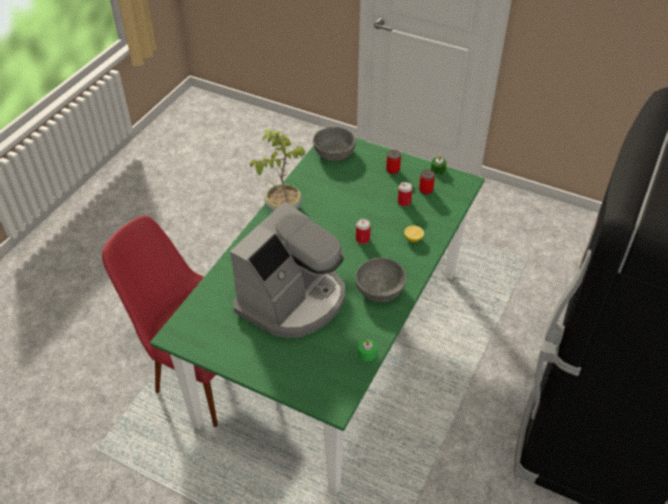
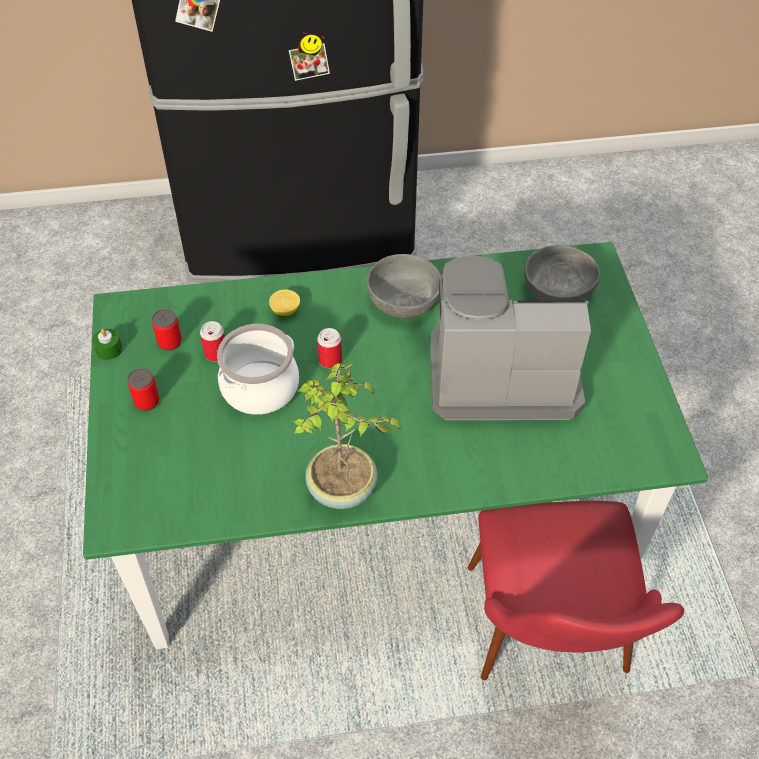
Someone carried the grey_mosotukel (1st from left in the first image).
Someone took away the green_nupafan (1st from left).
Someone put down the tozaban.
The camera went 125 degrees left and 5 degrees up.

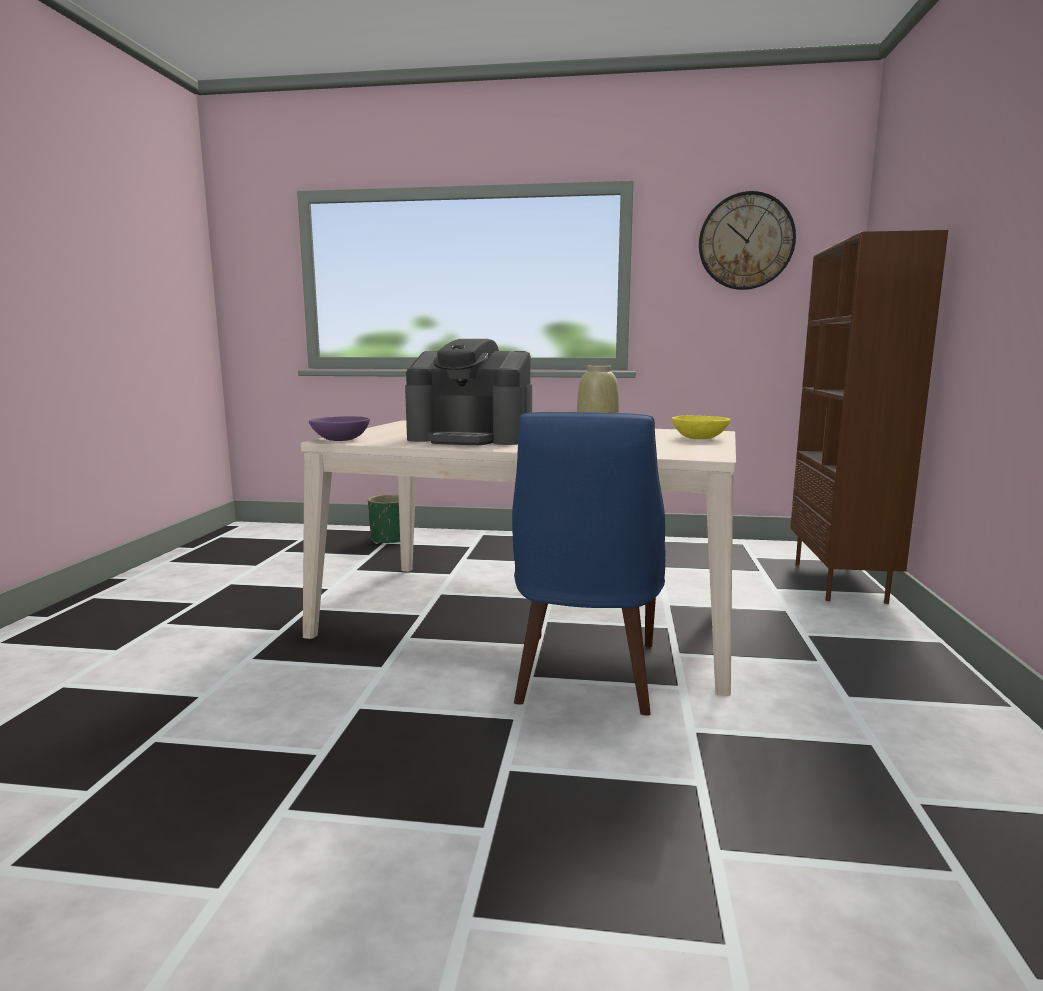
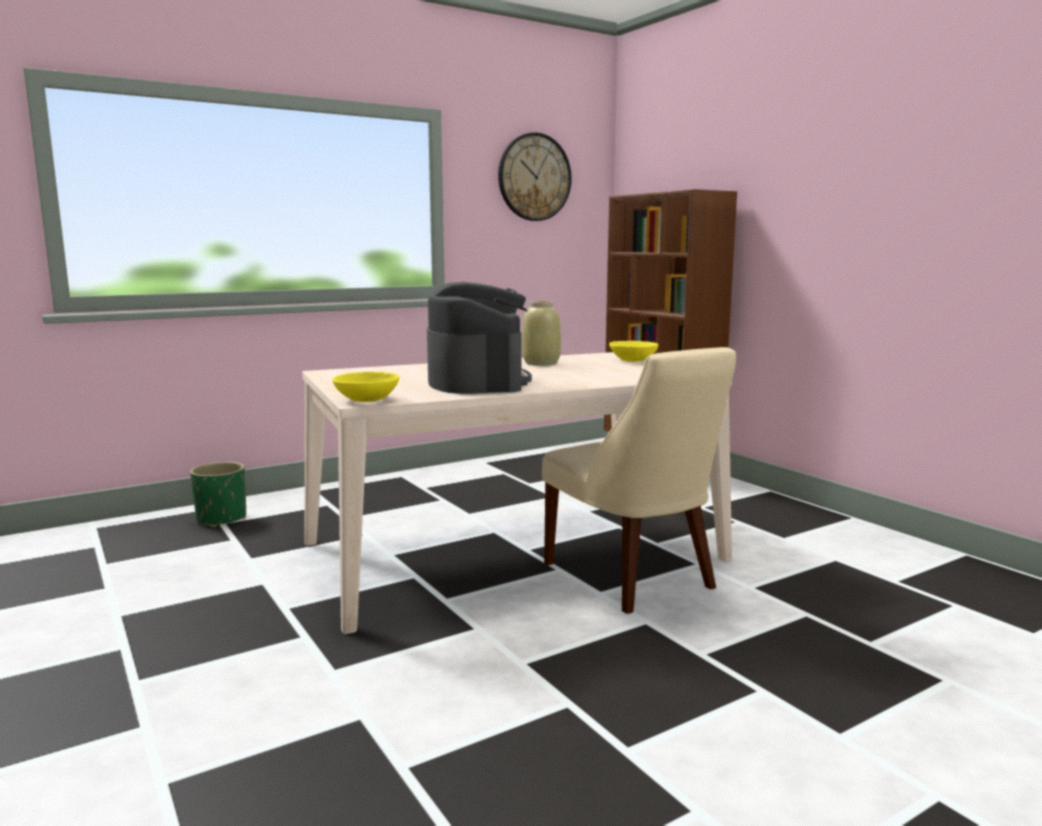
Someone repainted the purple_mosotukel, which became the yellow_mosotukel (1st from left).
Someone rotated the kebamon by 75 degrees counterclockwise.
Someone repainted the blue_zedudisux, which became the beige_zedudisux.
The camera went 40 degrees left and 0 degrees up.

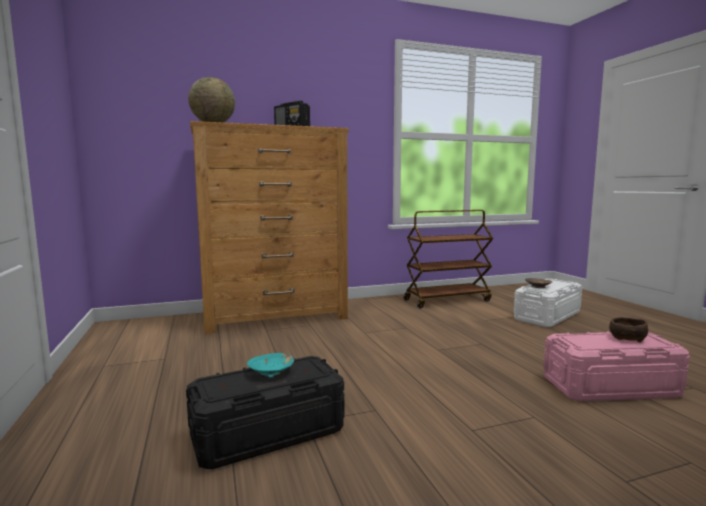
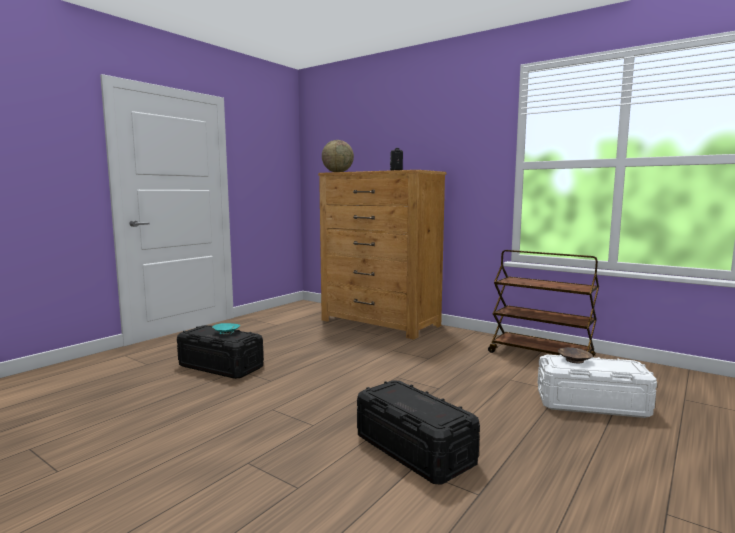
Someone repainted the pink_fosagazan, which became the black_fosagazan (2nd from left).
Someone took away the brown_mosotukel (2nd from left).
The camera went 55 degrees right and 0 degrees up.

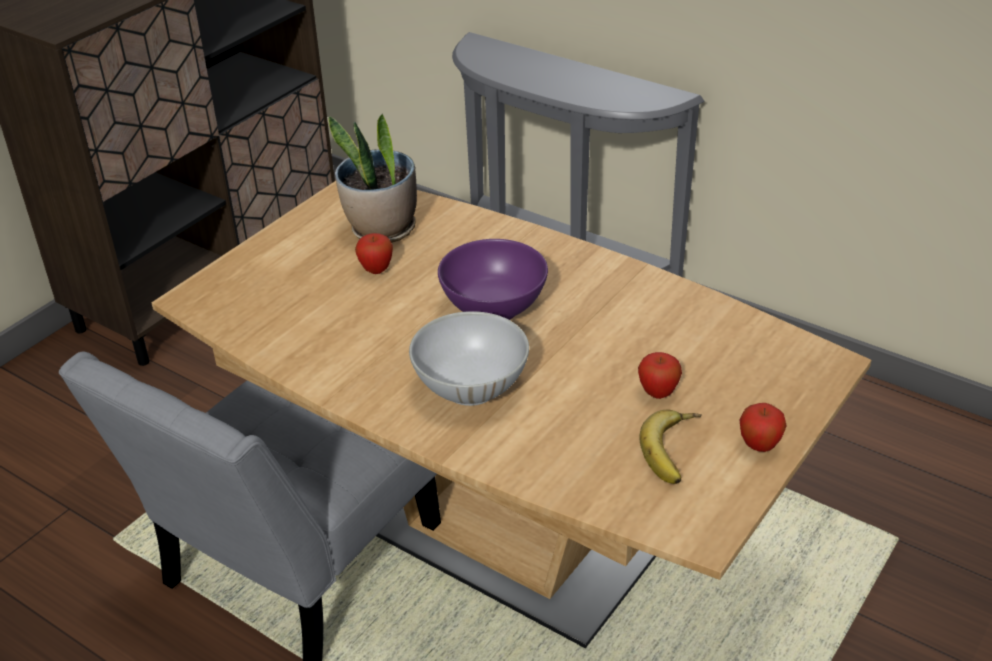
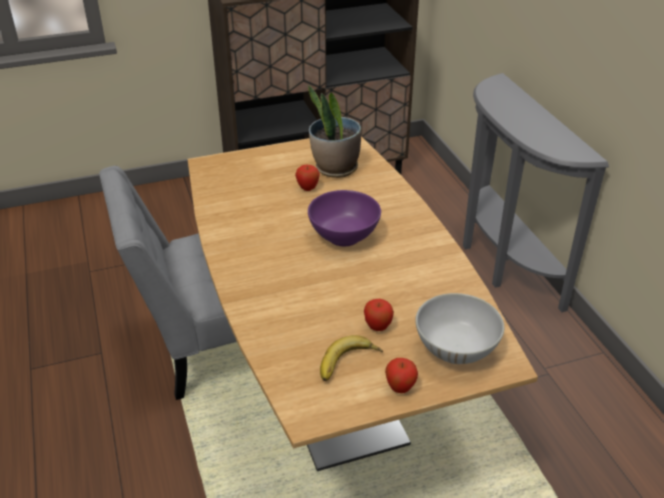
Someone carried the white_mosotukel.
The camera went 35 degrees right and 0 degrees up.

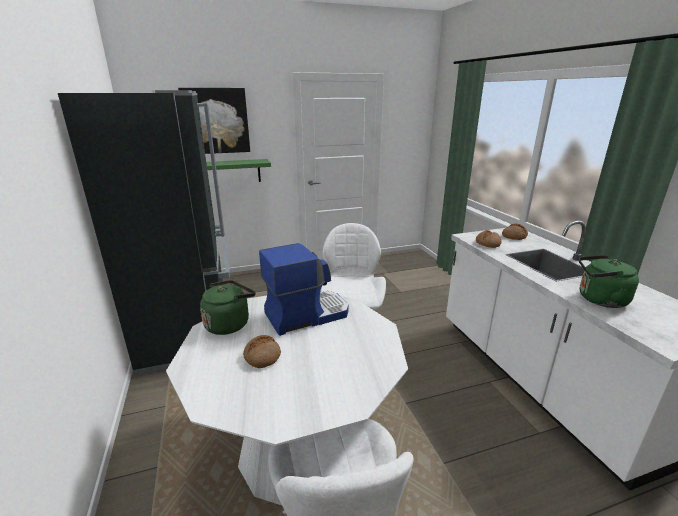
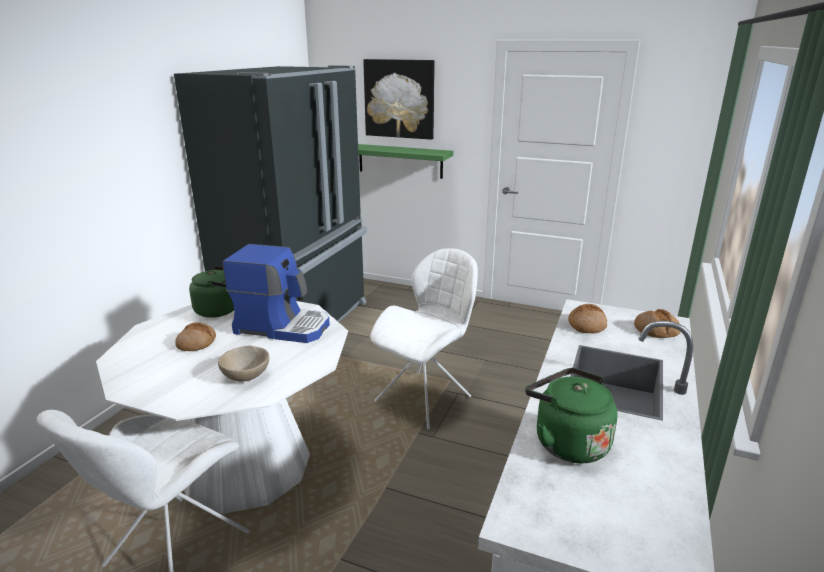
Someone put down the beige_mosotukel.
The camera went 40 degrees right and 0 degrees up.

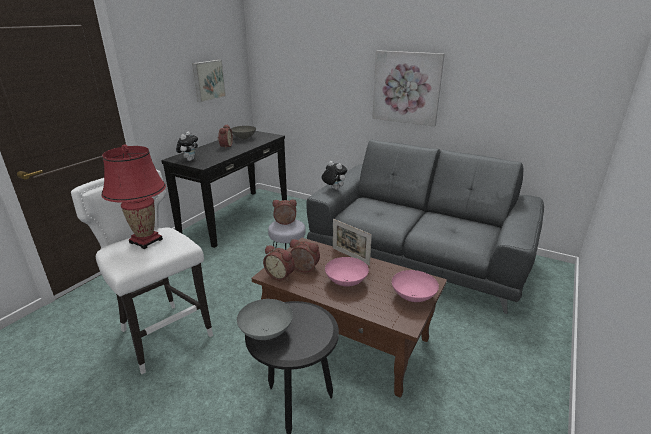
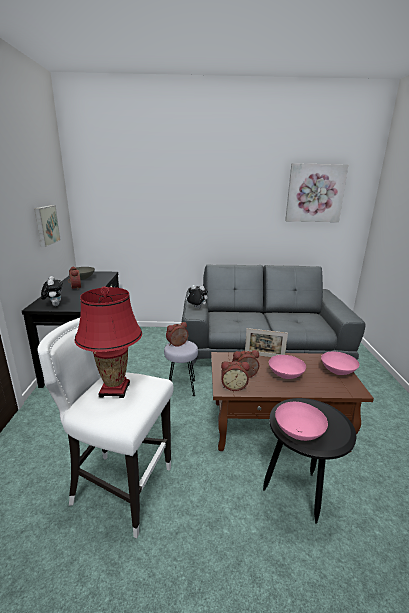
Someone repainted the grey_mosotukel (2nd from left), which became the pink_mosotukel (2nd from left).
Someone carried the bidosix (2nd from left).
The camera went 30 degrees left and 5 degrees down.

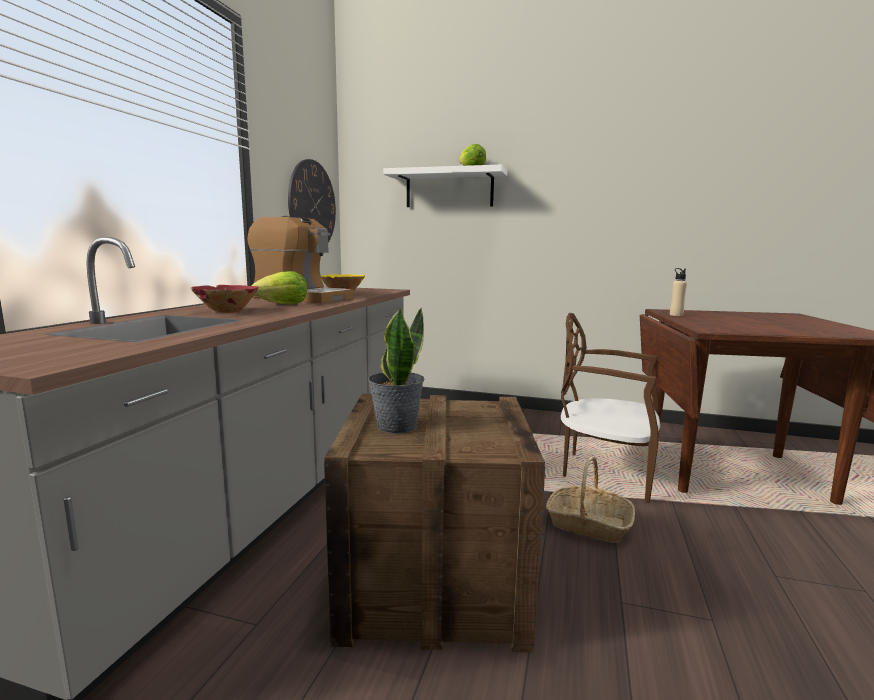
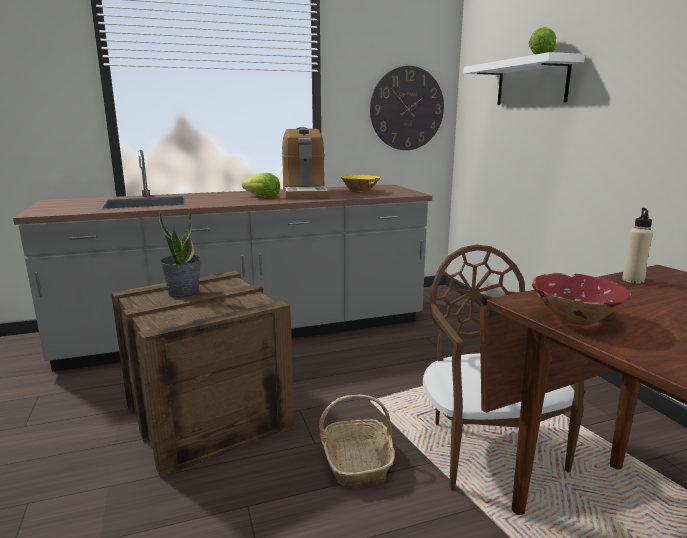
Someone carried the red_mosotukel.
The camera went 55 degrees right and 5 degrees up.

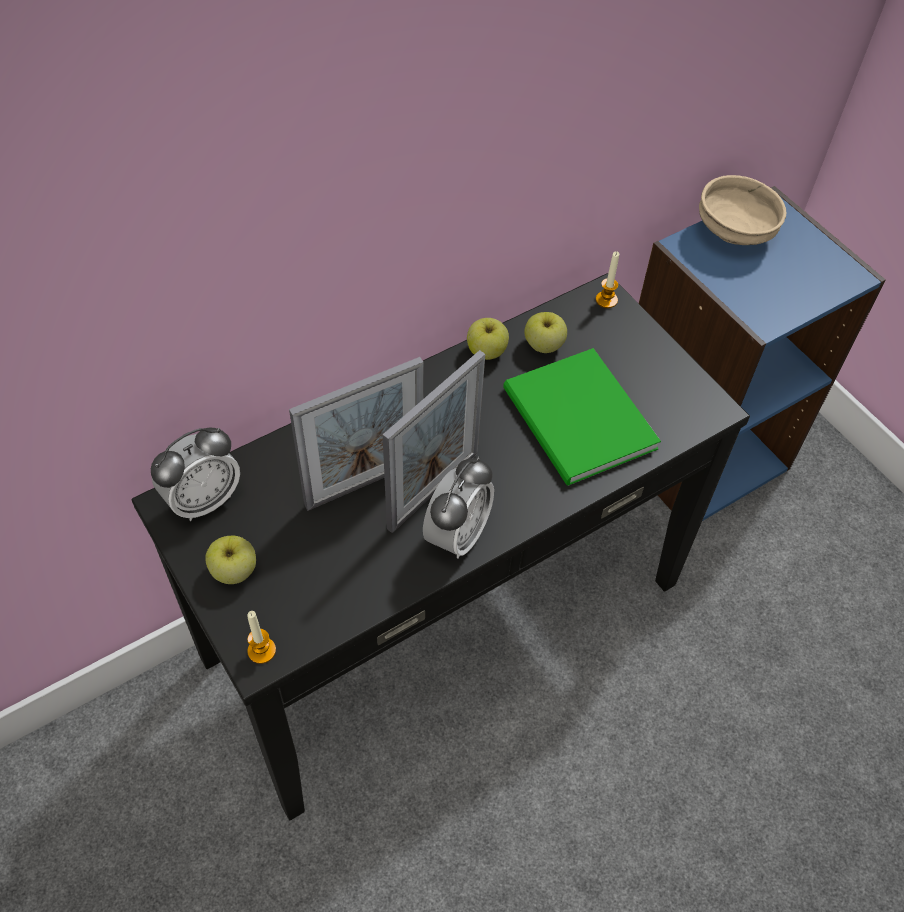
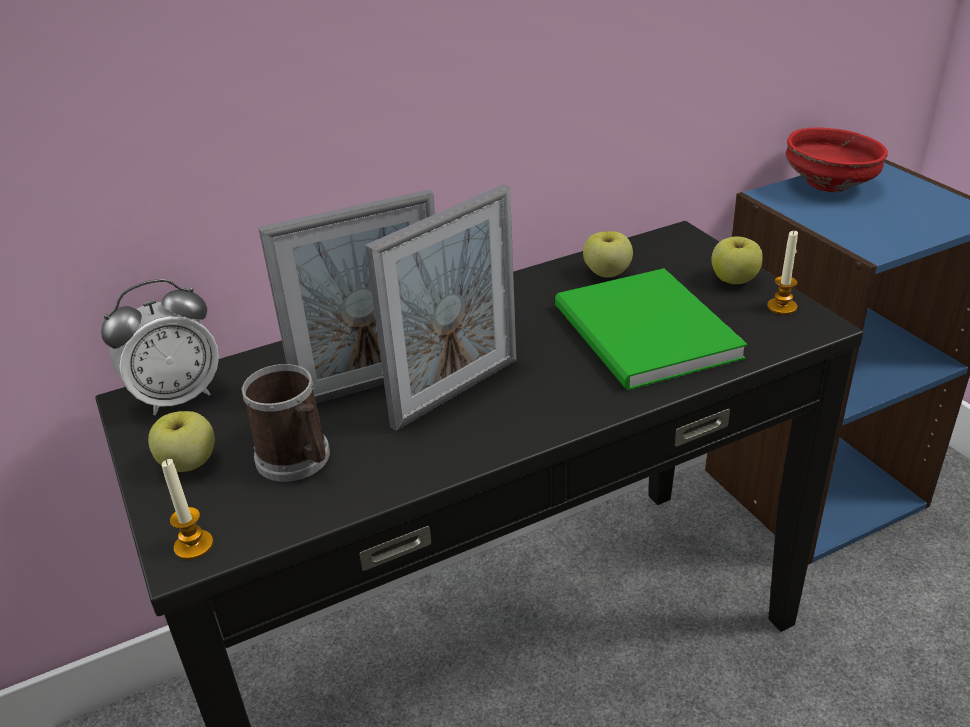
Someone took away the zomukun (2nd from left).
Someone carried the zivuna (2nd from left in the first image).
Someone carried the nupafan (2nd from left).
Someone repainted the beige_mosotukel, which became the red_mosotukel.
Someone put down the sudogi.
The camera went 10 degrees right and 20 degrees down.

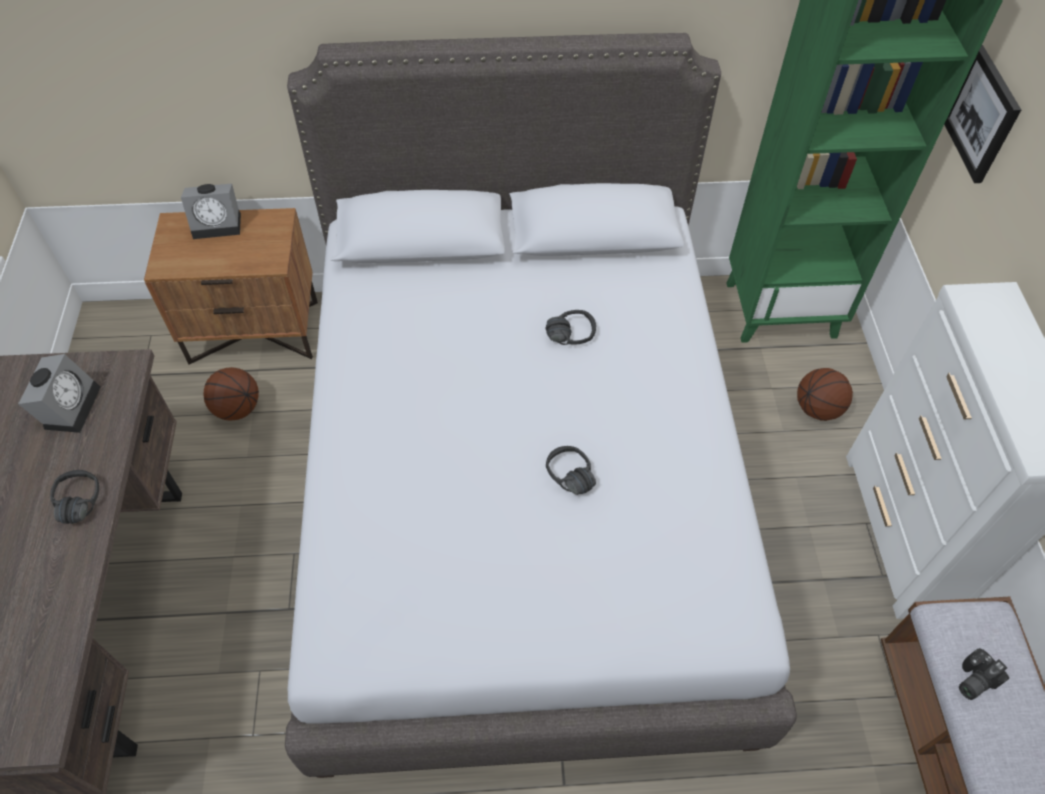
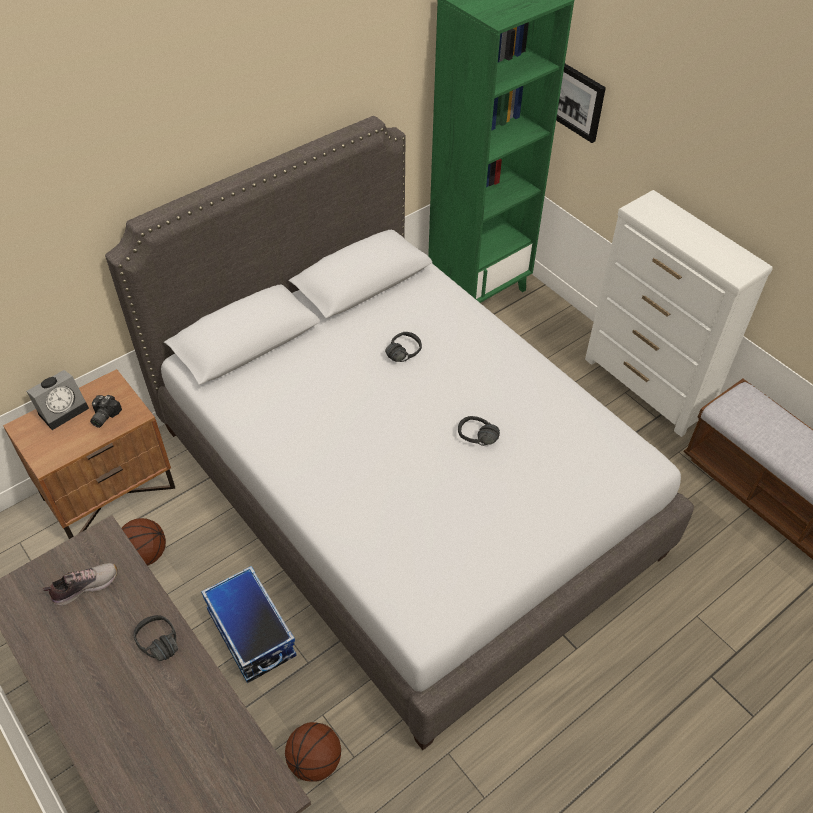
Someone swapped the zomukun (1st from left) for the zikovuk.
Someone carried the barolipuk (2nd from left).
Someone carried the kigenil.
Someone put down the fosagazan.
The camera went 35 degrees left and 5 degrees down.

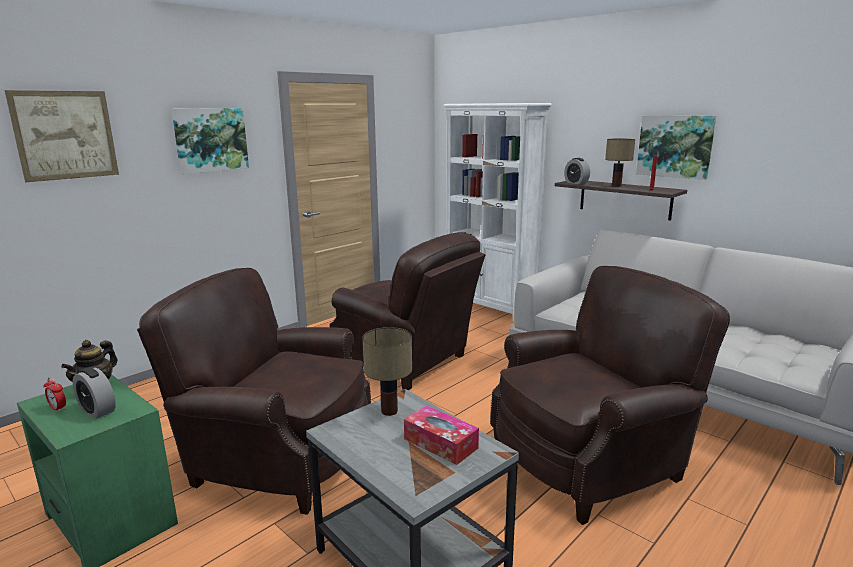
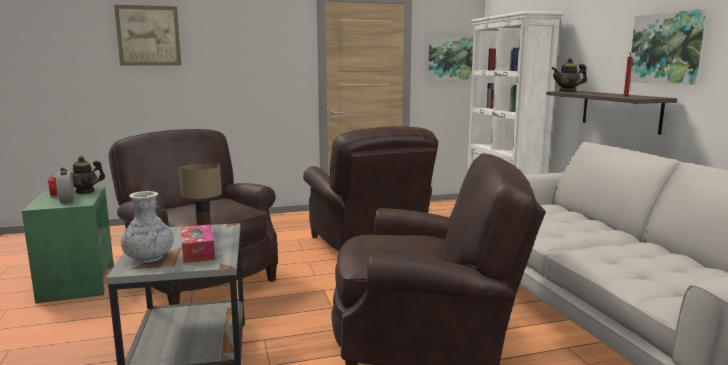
Someone carried the bidosix (2nd from left).
Someone swapped the zomukun (3rd from left) for the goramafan (2nd from left).
Someone took away the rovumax (2nd from left).
Someone put down the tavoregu.
The camera went 30 degrees right and 5 degrees down.

